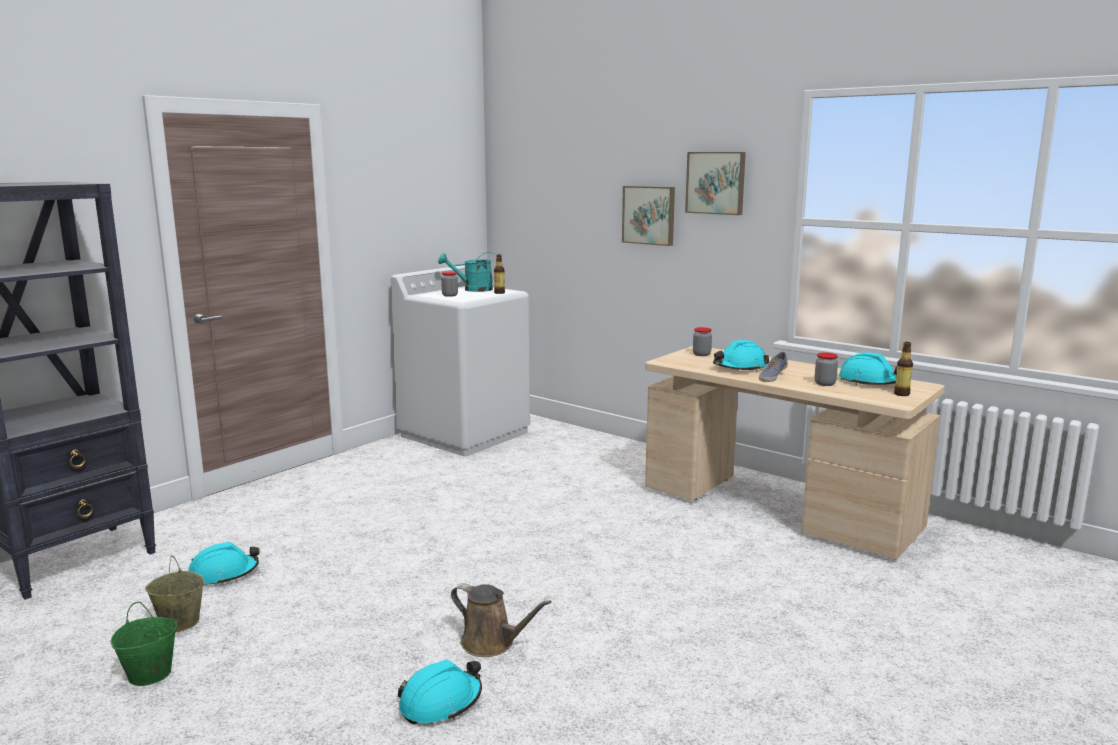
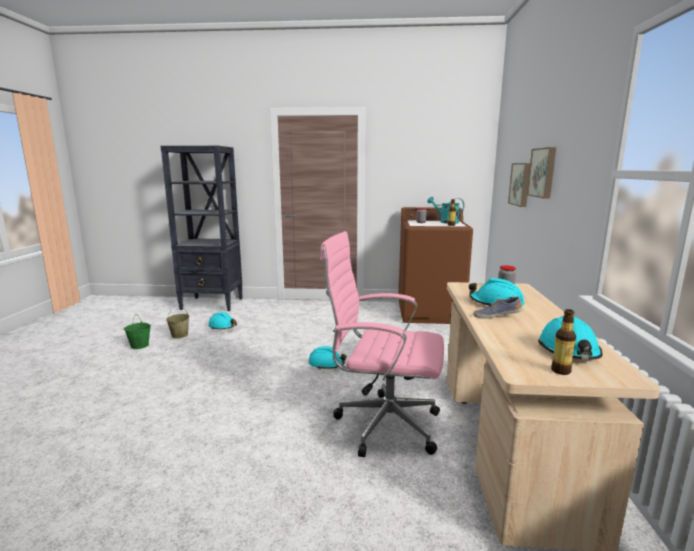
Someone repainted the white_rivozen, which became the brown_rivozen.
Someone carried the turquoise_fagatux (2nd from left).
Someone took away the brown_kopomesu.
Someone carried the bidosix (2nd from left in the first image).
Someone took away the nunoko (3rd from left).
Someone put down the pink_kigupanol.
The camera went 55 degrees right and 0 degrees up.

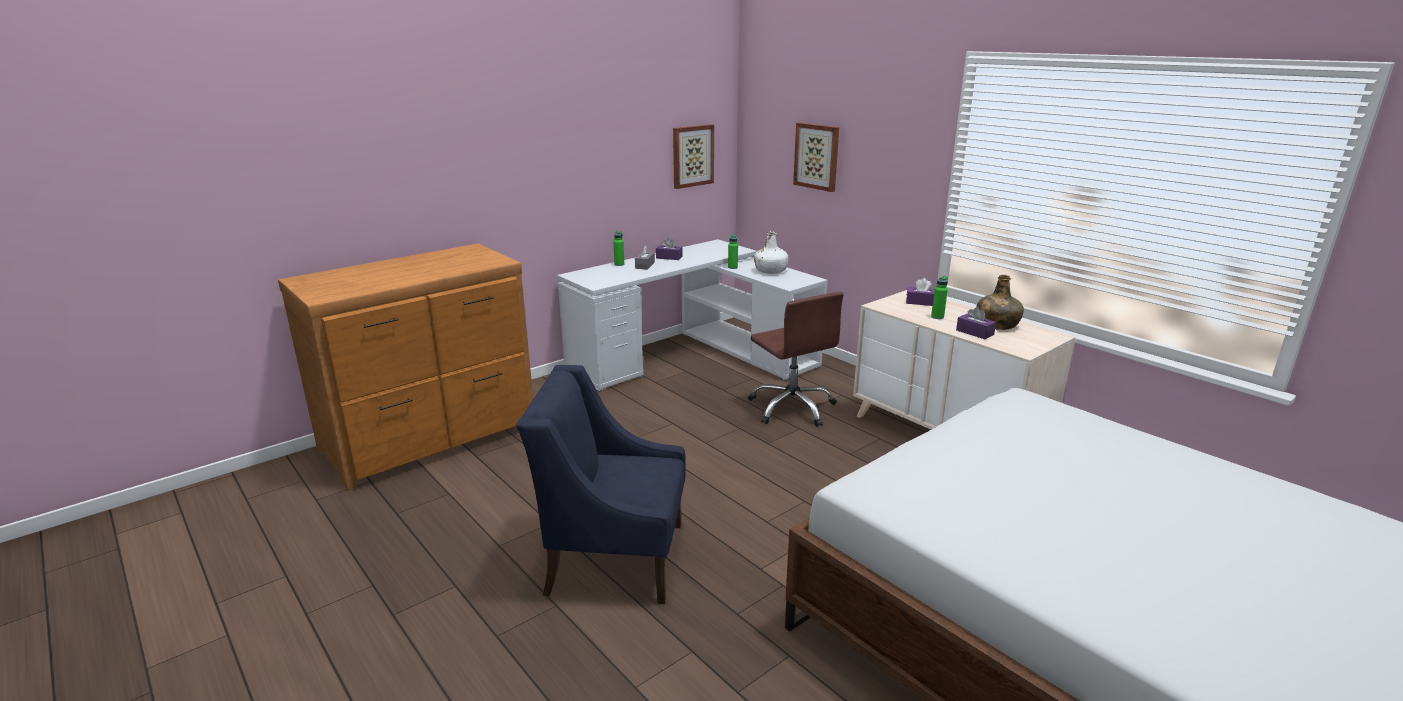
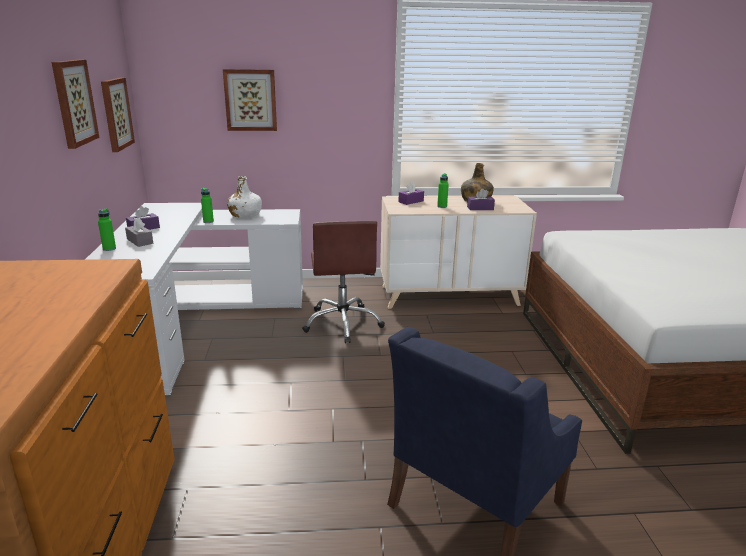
Someone rotated the brown_kigupanol by 75 degrees clockwise.
Someone put up the bidosix (1st from left).
The camera went 55 degrees left and 0 degrees up.

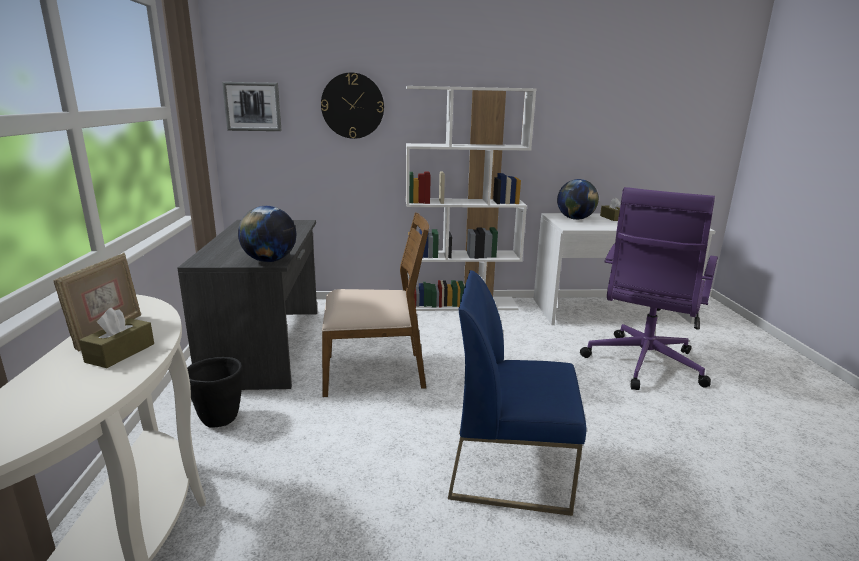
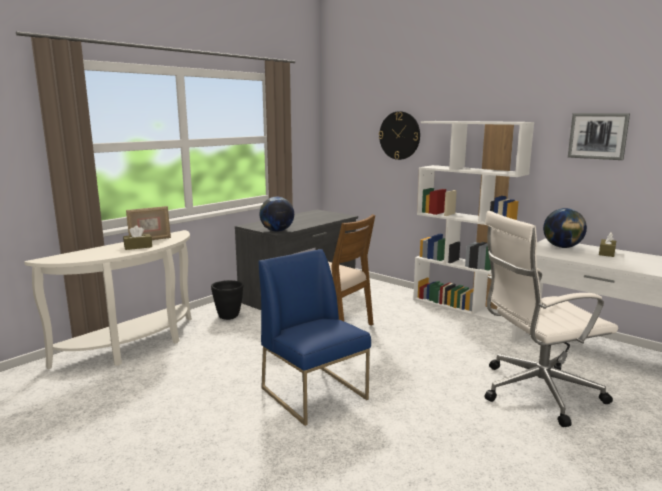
Someone carried the bidosix.
Someone repainted the purple_kigupanol, which became the white_kigupanol.
The camera went 45 degrees right and 5 degrees down.

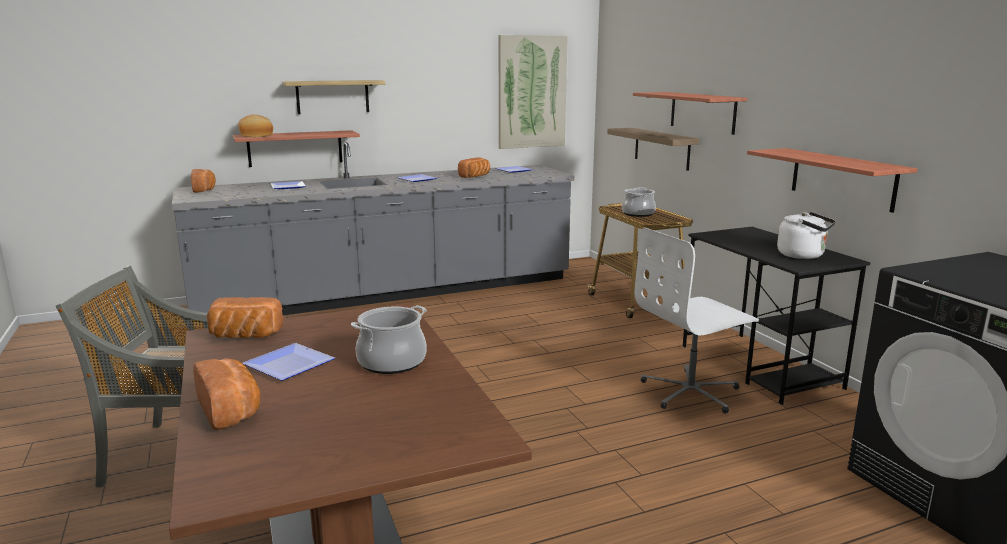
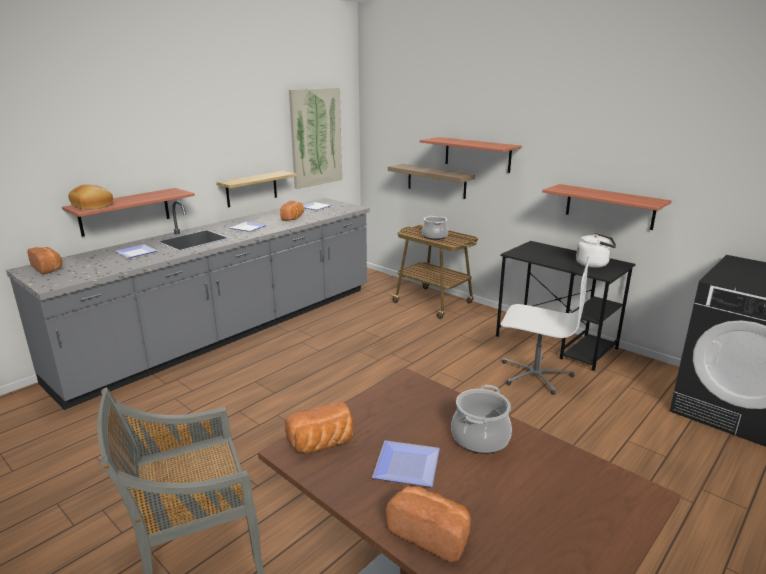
Someone carried the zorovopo (2nd from left).
Someone rotated the white_kigupanol by 105 degrees counterclockwise.
The camera went 25 degrees left and 5 degrees up.

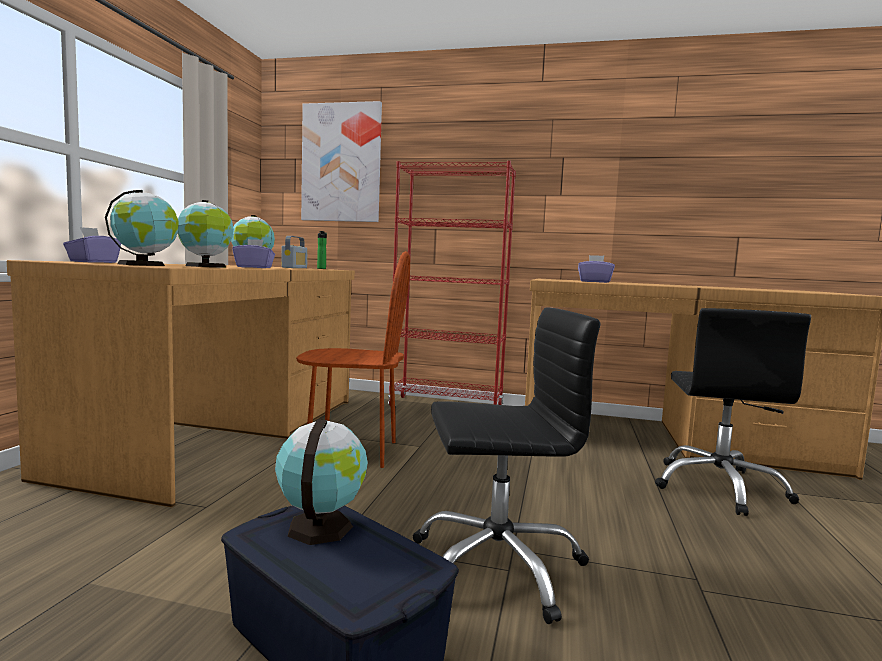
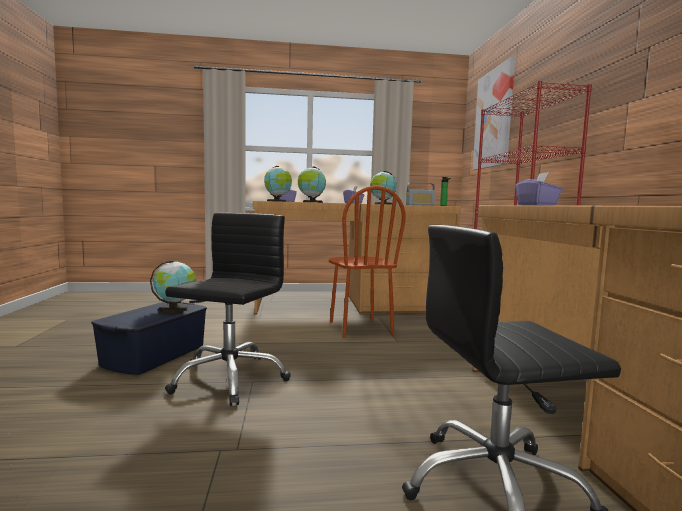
Someone rotated the black_kigupanol (1st from left) by 135 degrees counterclockwise.
The camera went 70 degrees right and 0 degrees up.

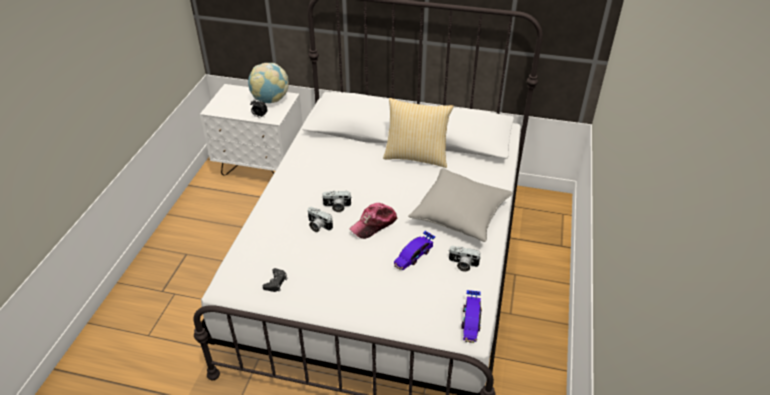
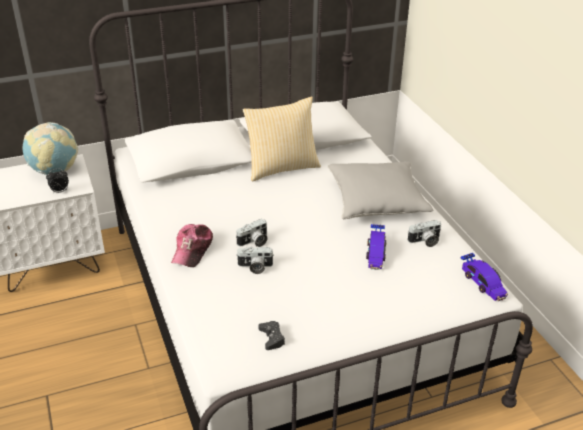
Someone carried the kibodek.
The camera went 35 degrees left and 5 degrees down.

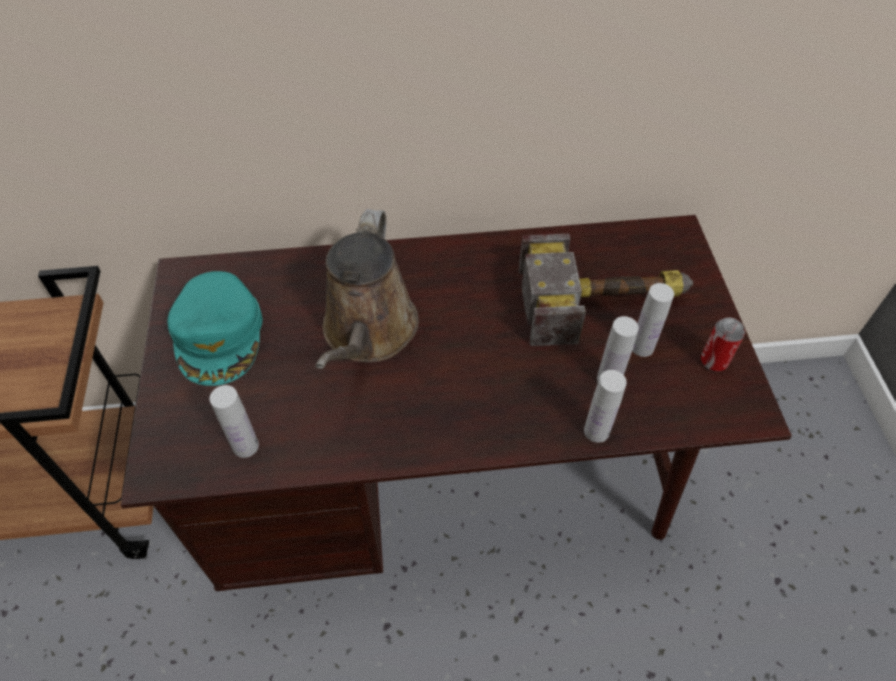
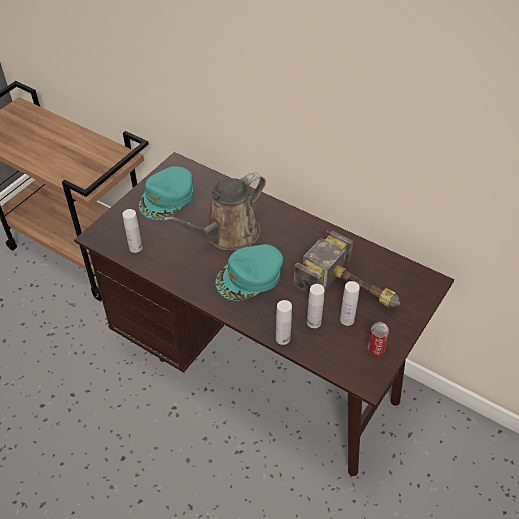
Someone put down the turquoise_kibodek (2nd from left).
The camera went 40 degrees right and 5 degrees down.

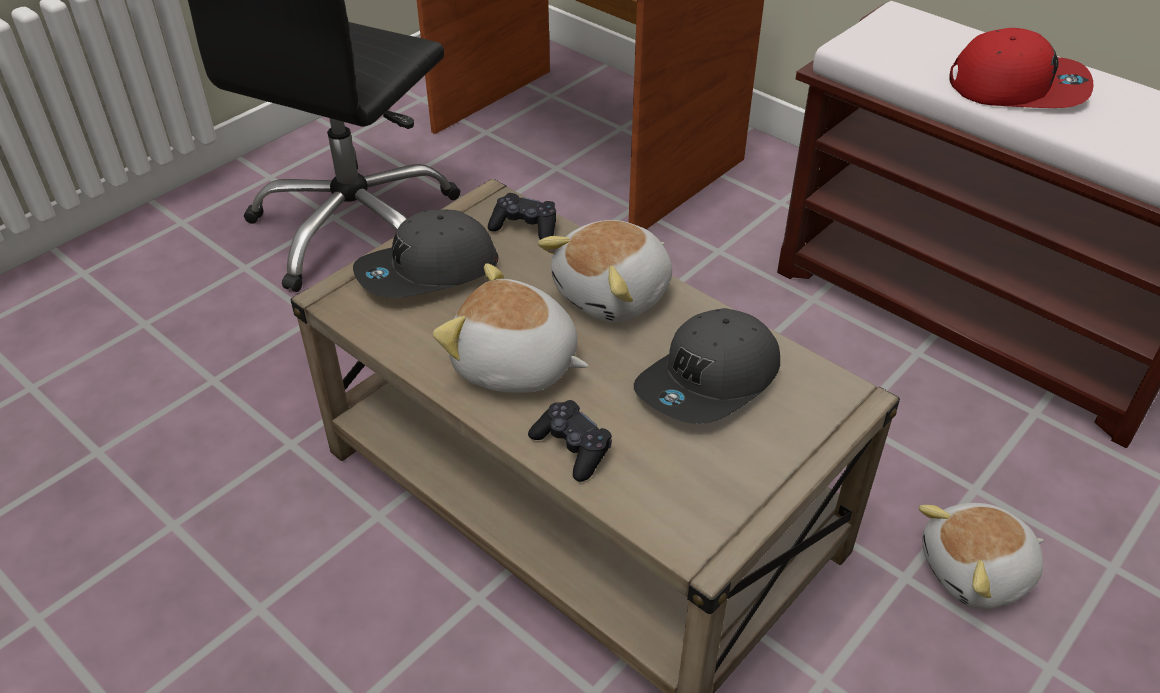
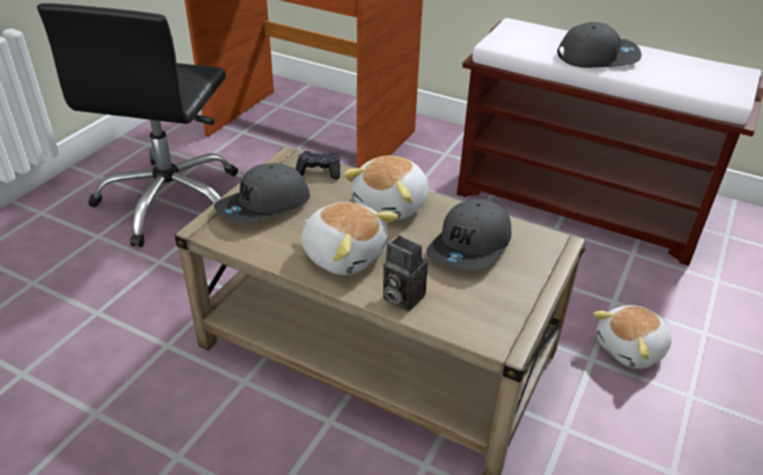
Someone rotated the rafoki (1st from left) by 150 degrees counterclockwise.
Someone swapped the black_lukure (2nd from left) for the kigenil.
Someone repainted the red_kibodek, which became the grey_kibodek (3rd from left).
The camera went 15 degrees left and 5 degrees down.

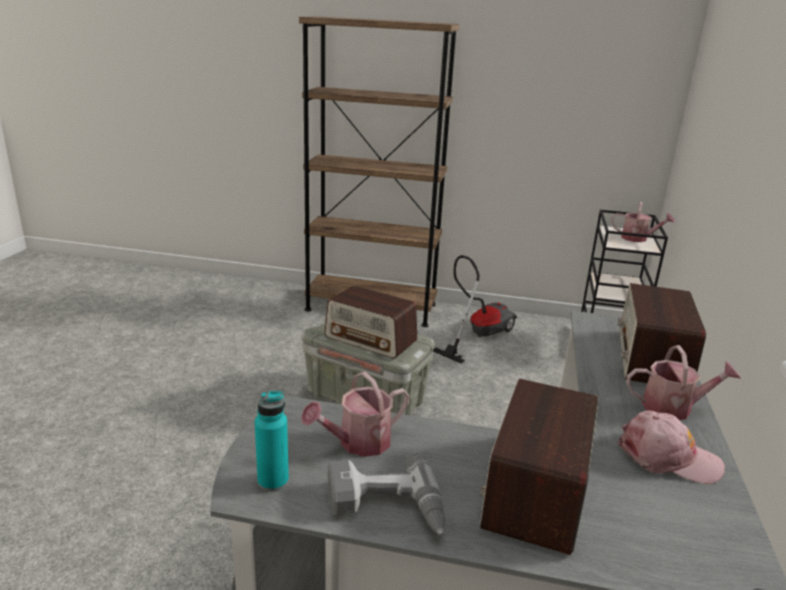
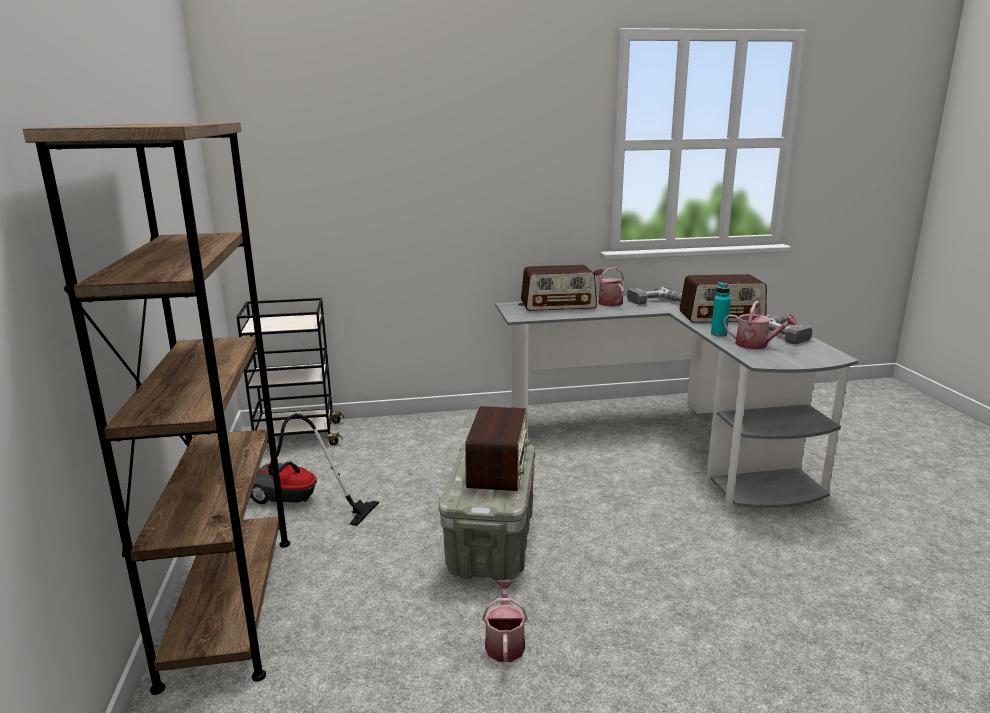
Someone carried the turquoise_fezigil.
Someone carried the kopomesu (2nd from left in the first image).
Someone swapped the pink_kibodek for the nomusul (1st from left).
The camera went 110 degrees left and 5 degrees down.

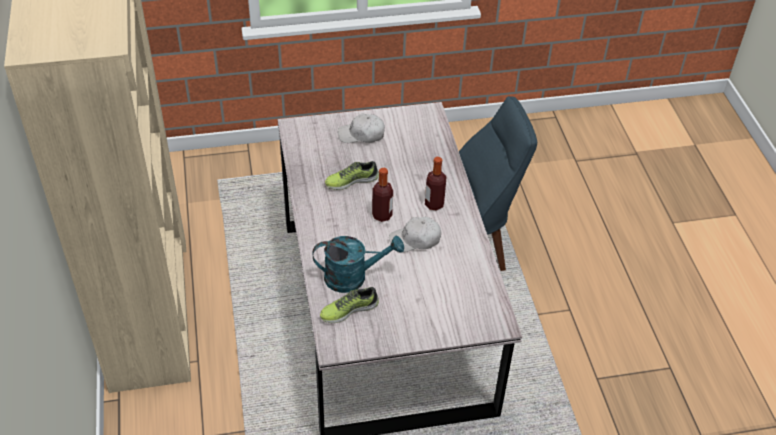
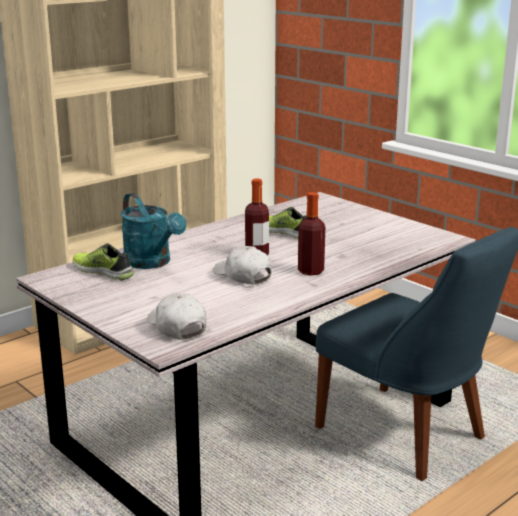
Someone carried the white_kibodek (1st from left).
The camera went 60 degrees right and 25 degrees down.

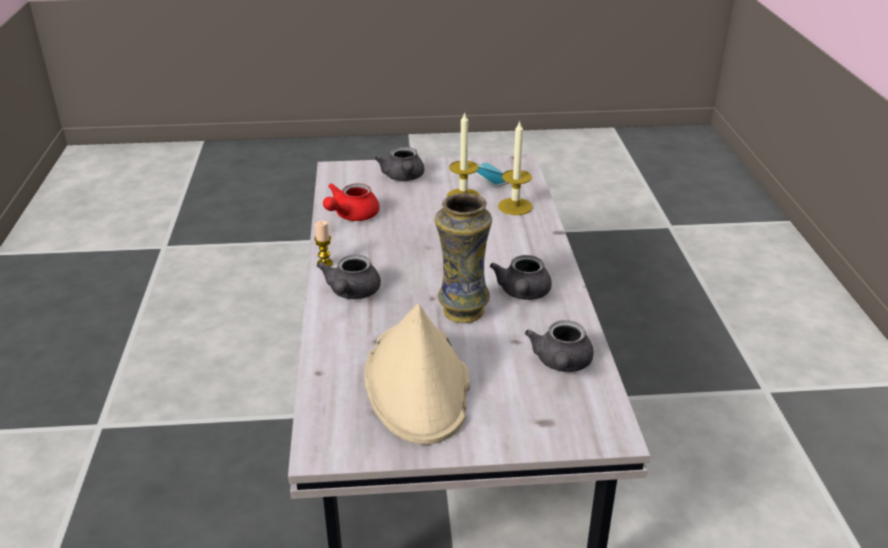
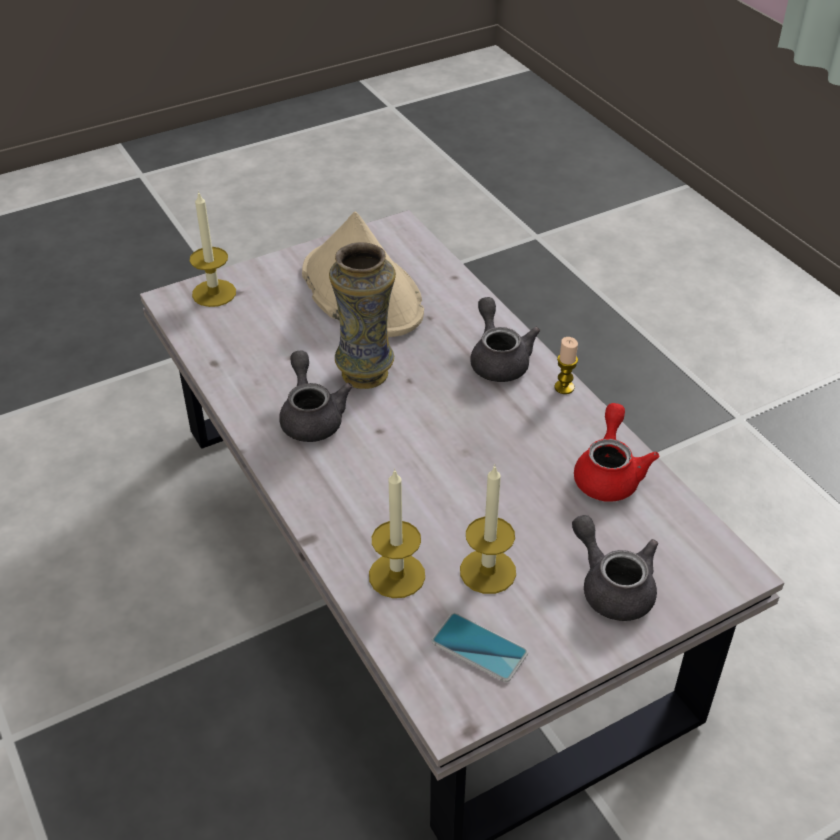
Someone took away the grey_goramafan (4th from left).
Someone put down the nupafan (1st from left).
The camera went 155 degrees right and 10 degrees up.

